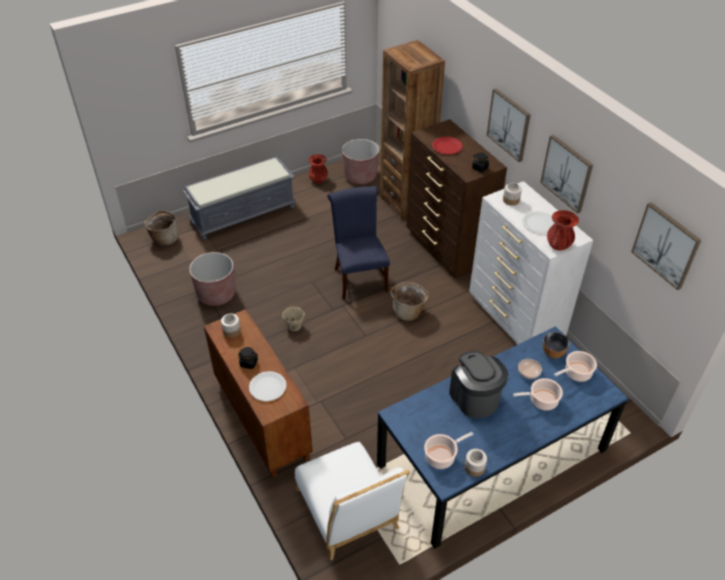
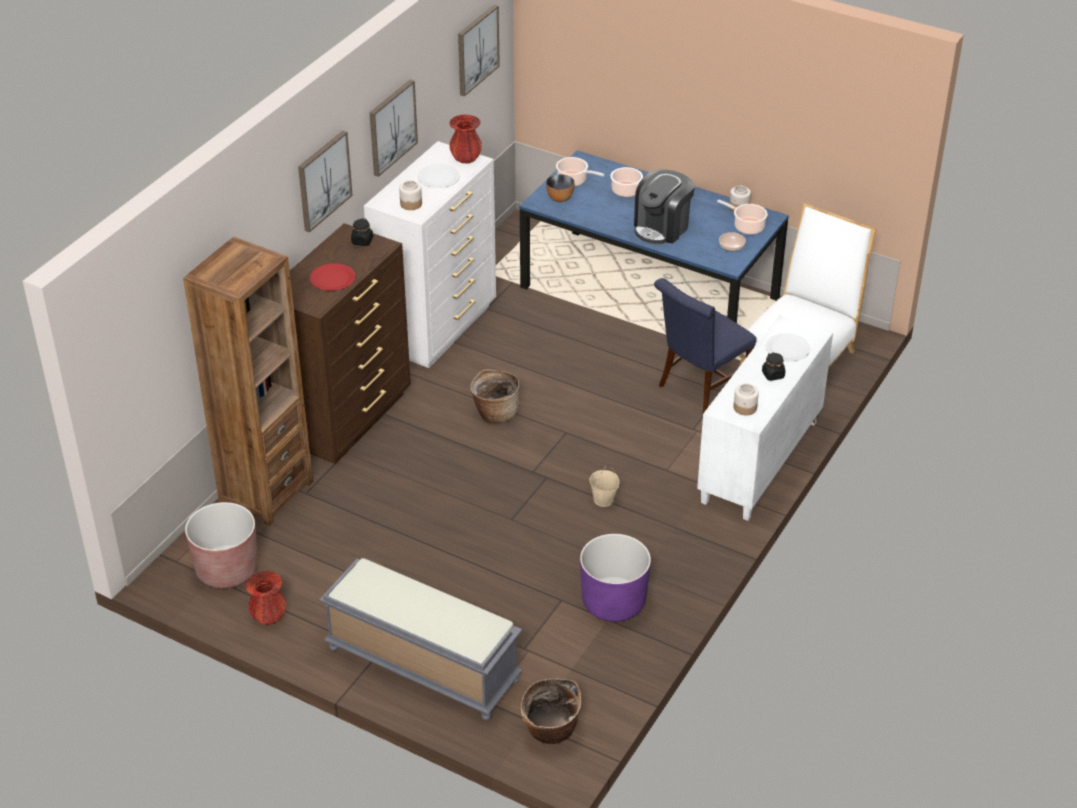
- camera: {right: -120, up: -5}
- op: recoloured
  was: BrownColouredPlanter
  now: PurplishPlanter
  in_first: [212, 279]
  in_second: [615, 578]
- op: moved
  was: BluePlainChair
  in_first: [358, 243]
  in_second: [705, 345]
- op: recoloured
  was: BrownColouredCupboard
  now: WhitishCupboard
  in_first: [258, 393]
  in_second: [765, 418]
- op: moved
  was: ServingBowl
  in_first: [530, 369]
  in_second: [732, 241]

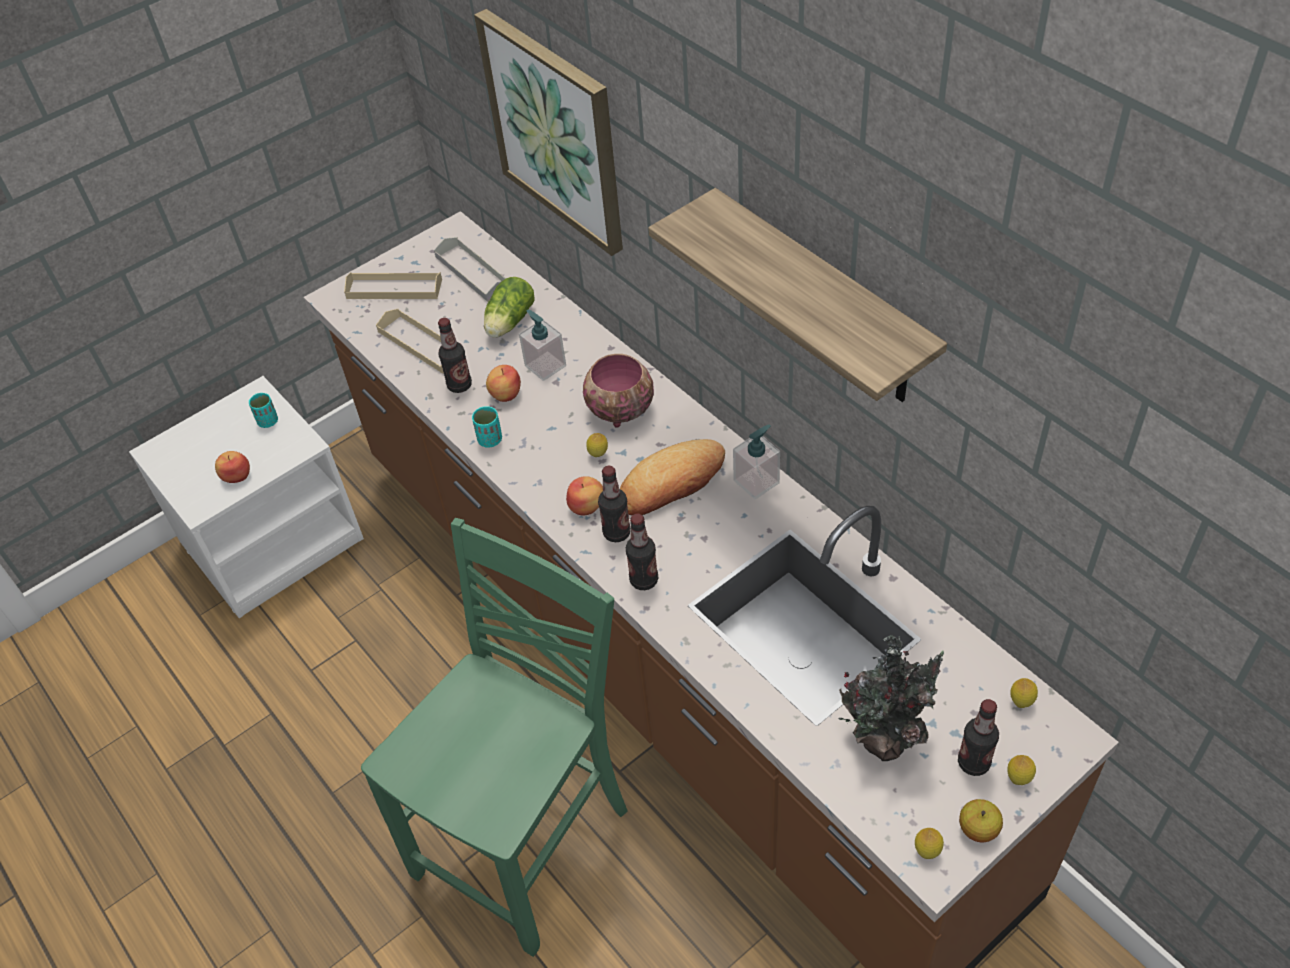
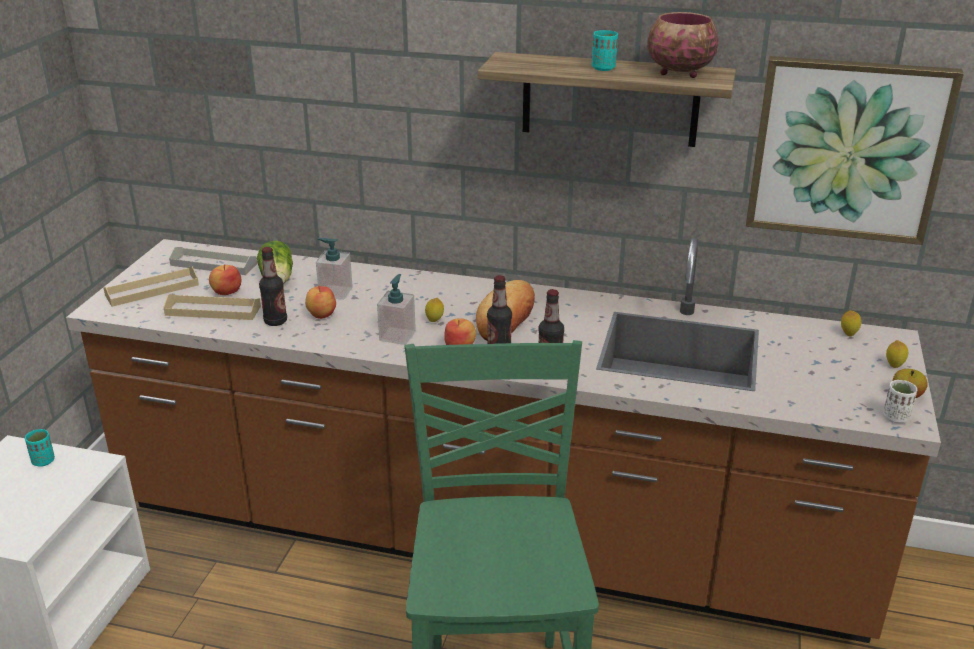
- camera: {right: -40, up: -20}
- op: moved
  was: WholeApple
  in_first: [232, 467]
  in_second: [225, 279]
- op: moved
  was: SoapDispenser
  in_first: [756, 462]
  in_second: [396, 309]
- op: moved
  was: TurquoiseColouredSmallCup
  in_first: [487, 427]
  in_second: [605, 50]
- op: moved
  was: ServingBowl
  in_first: [618, 391]
  in_second: [683, 45]
- op: moved
  was: WallArt
  in_first: [548, 132]
  in_second: [855, 150]
- op: replaced
  was: Lemon
  now: WhitishSmallCup
  in_first: [929, 843]
  in_second: [900, 402]
- op: removed
  was: PottedPlant
  in_first: [891, 698]
- op: removed
  was: DrinkBottle
  in_first: [978, 737]

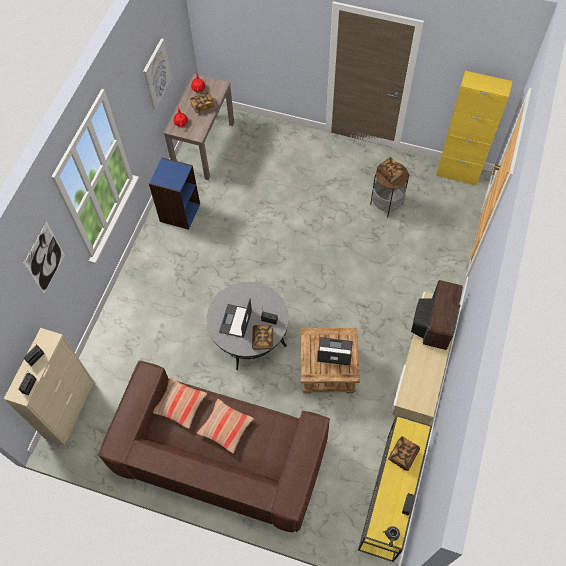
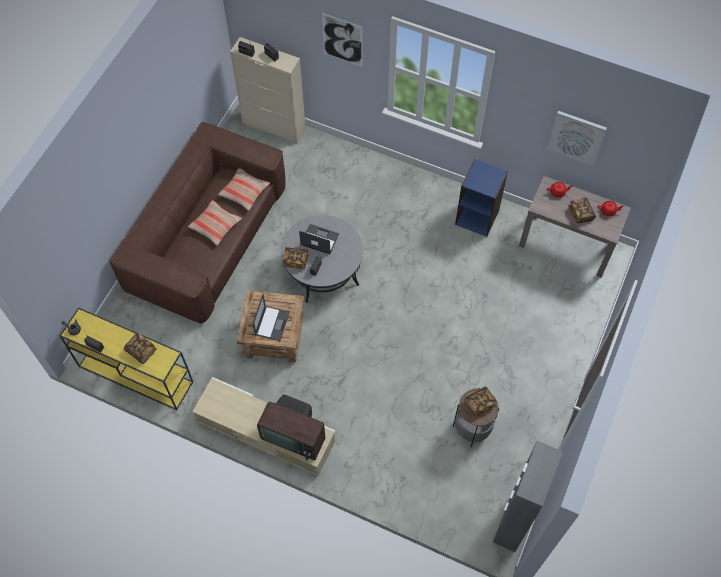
- camera: {right: 95, up: 0}
- op: recoloured
  was: YellowishCupboard
  now: GreyCupboard
  in_first: [474, 128]
  in_second: [528, 496]

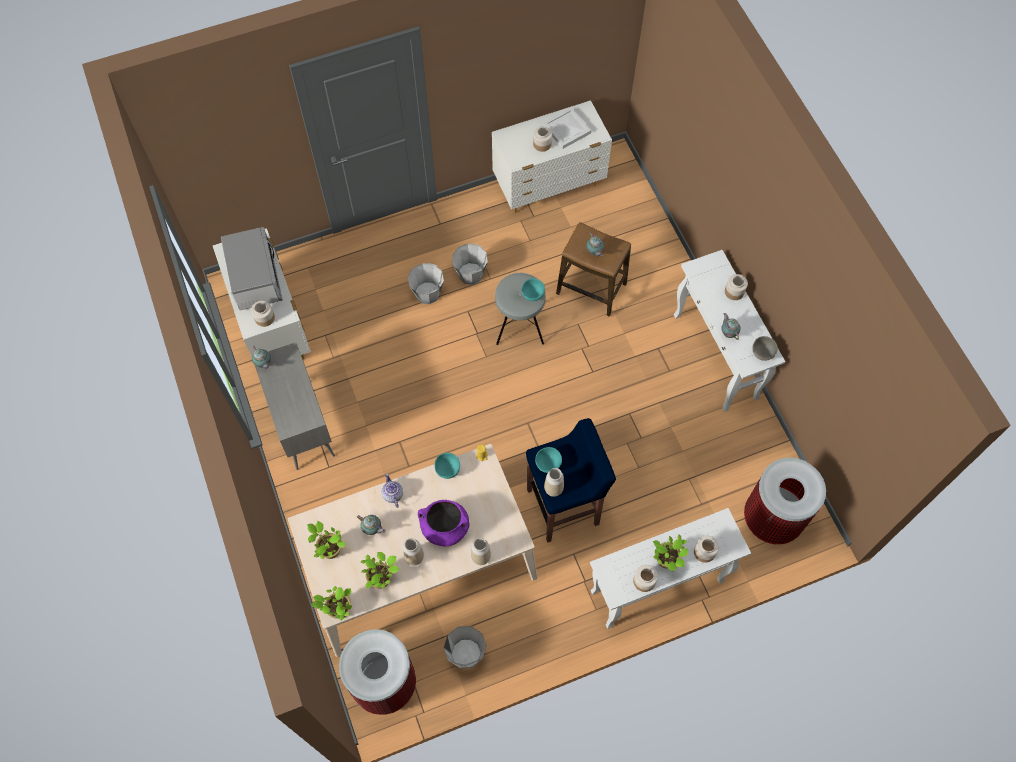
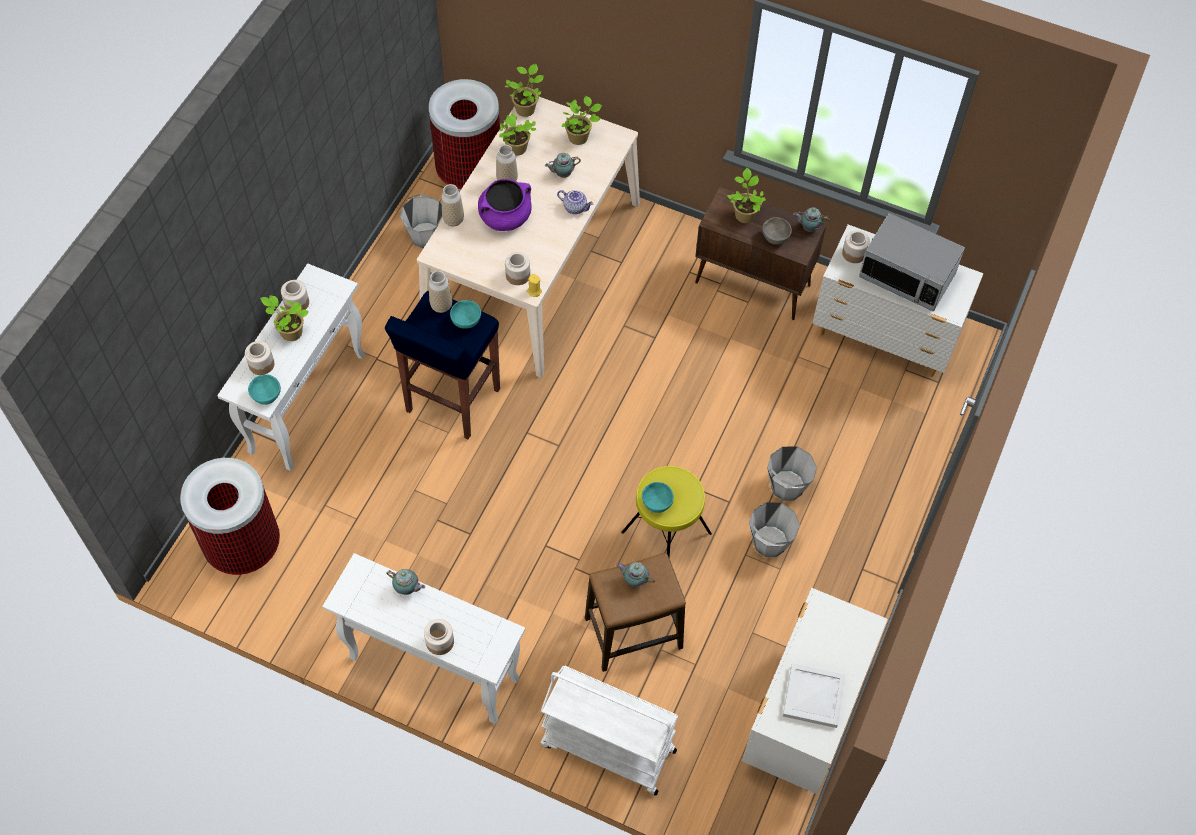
- camera: {right: 135, up: -5}
- op: moved
  was: TurquoiseColouredServingBowl
  in_first: [447, 466]
  in_second: [264, 389]
- op: moved
  was: Jar
  in_first: [542, 139]
  in_second: [517, 268]
- op: added
  now: WhitishCart
  in_second: [609, 730]
- op: recoloured
  was: GreySittingStool
  now: YellowishSittingStool
  in_first: [520, 309]
  in_second: [666, 512]
- op: recoloured
  was: GreyCupboard
  now: BrownColouredCupboard
  in_first: [295, 406]
  in_second: [760, 253]
- op: added
  now: PottedPlant
  in_second: [746, 195]
- op: moved
  was: GreyServingBowl
  in_first: [765, 348]
  in_second: [777, 231]

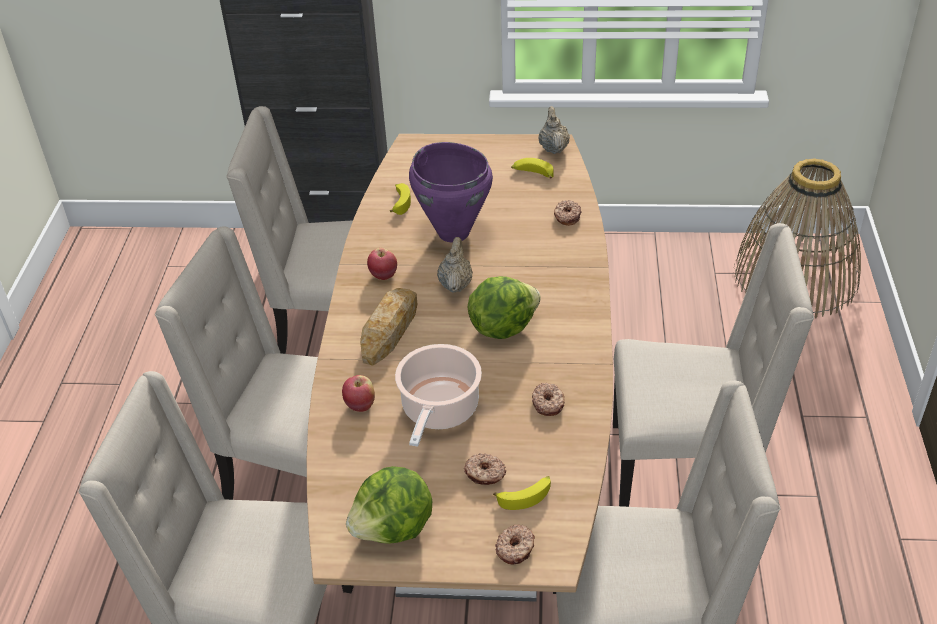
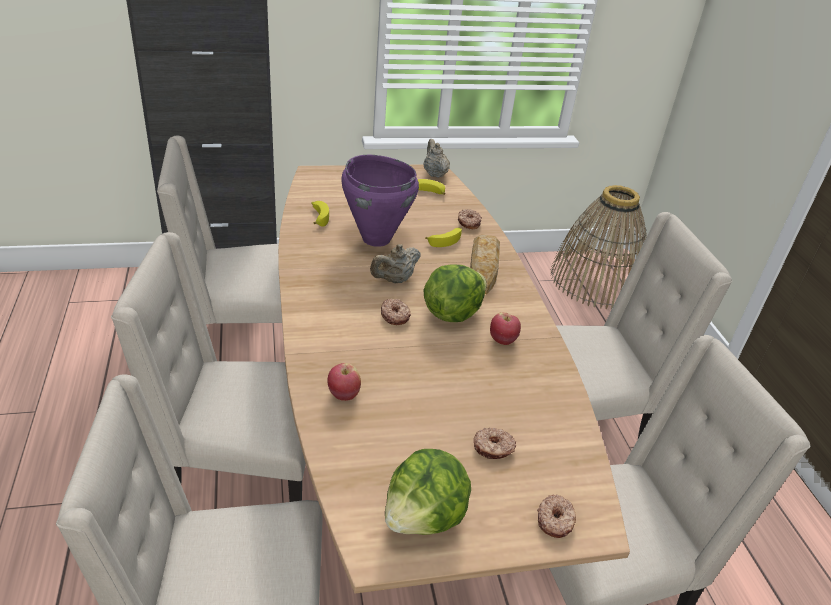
- camera: {right: -20, up: -5}
- op: turned
  was: SandColouredTeapot
  in_first: [455, 265]
  in_second: [395, 263]
  clockwise: -120
- op: moved
  was: RingDoughnut
  in_first: [548, 399]
  in_second: [396, 312]
- op: moved
  was: WholeBanana
  in_first: [522, 493]
  in_second: [443, 237]
- op: moved
  was: Bread
  in_first: [388, 327]
  in_second: [485, 264]
- op: moved
  was: WholeApple
  in_first: [382, 264]
  in_second: [505, 328]
- op: removed
  was: Stockpot
  in_first: [438, 395]

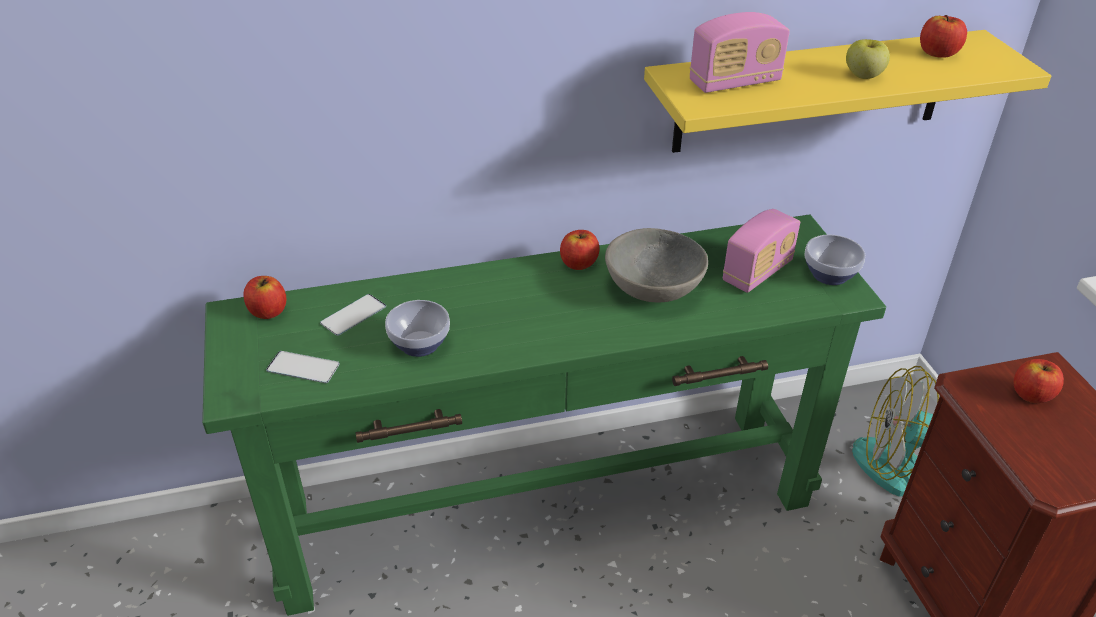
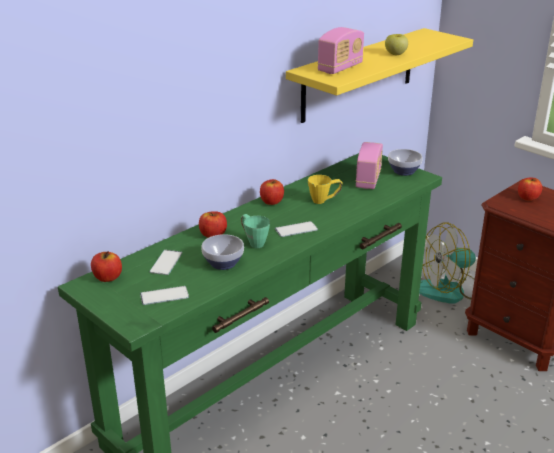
- camera: {right: -30, up: -10}
- op: moved
  was: WholeApple
  in_first: [943, 36]
  in_second: [213, 224]
- op: added
  now: GreenCoffeeMug
  in_second: [255, 231]
- op: added
  now: Telephone
  in_second: [296, 229]
- op: replaced
  was: GreyServingBowl
  now: YellowishCoffeeMug
  in_first: [656, 265]
  in_second: [325, 189]

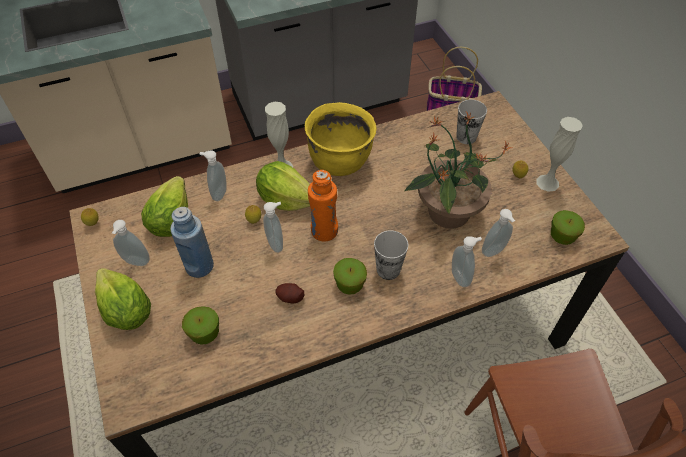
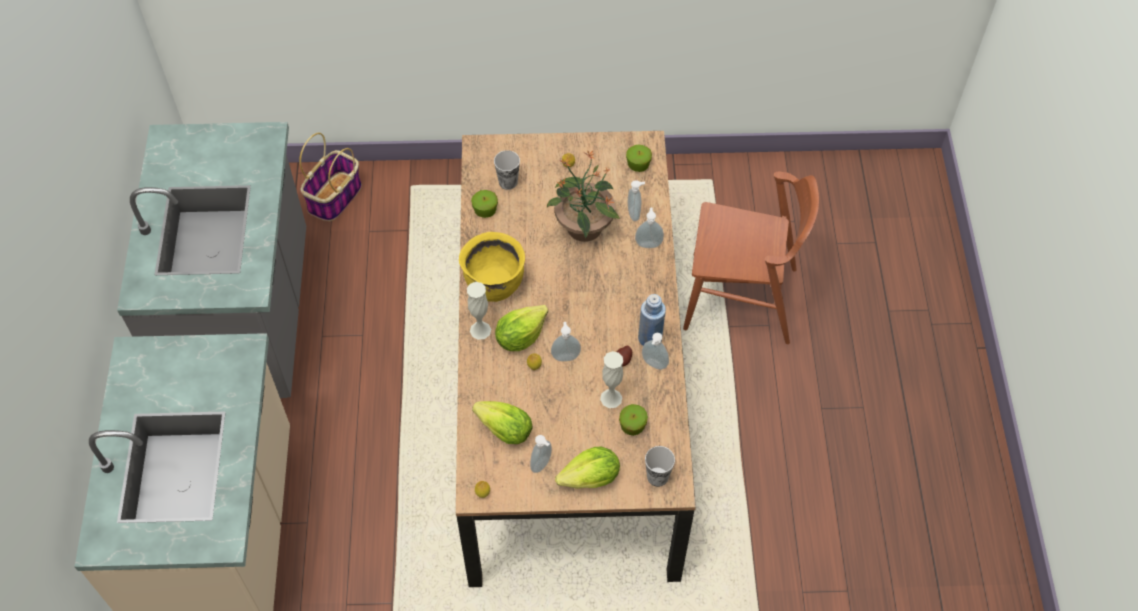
- camera: {right: -70, up: 5}
- op: moved
  was: WholeApple
  in_first: [350, 276]
  in_second: [484, 204]
- op: moved
  was: WhitishVase
  in_first: [559, 154]
  in_second: [611, 379]
- op: moved
  was: BlueDrinkBottle
  in_first: [192, 242]
  in_second: [652, 320]
- op: moved
  was: SoapDispenser
  in_first: [213, 175]
  in_second: [655, 351]
- op: moved
  was: SmallCup
  in_first: [391, 255]
  in_second: [660, 466]
- op: removed
  was: OrangeyDrinkBottle
  in_first: [323, 205]

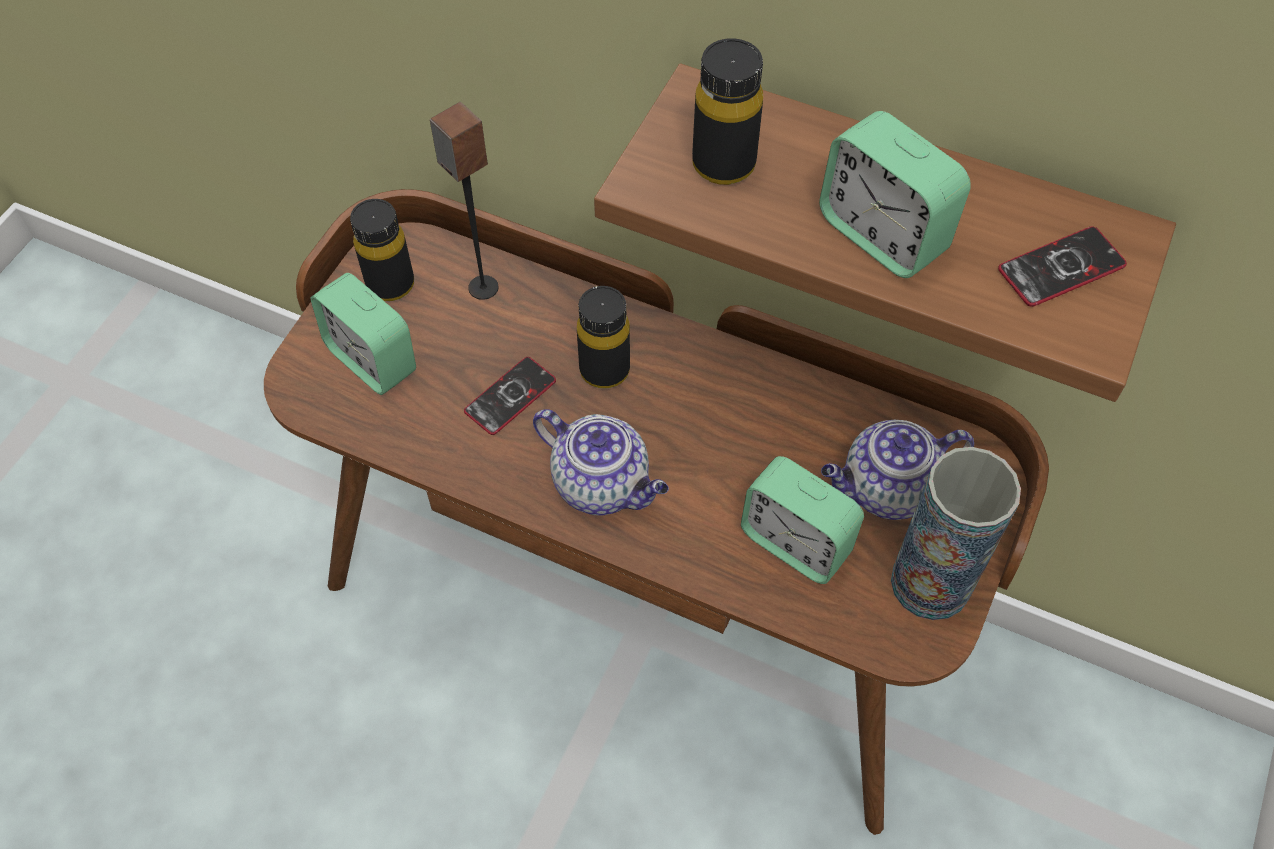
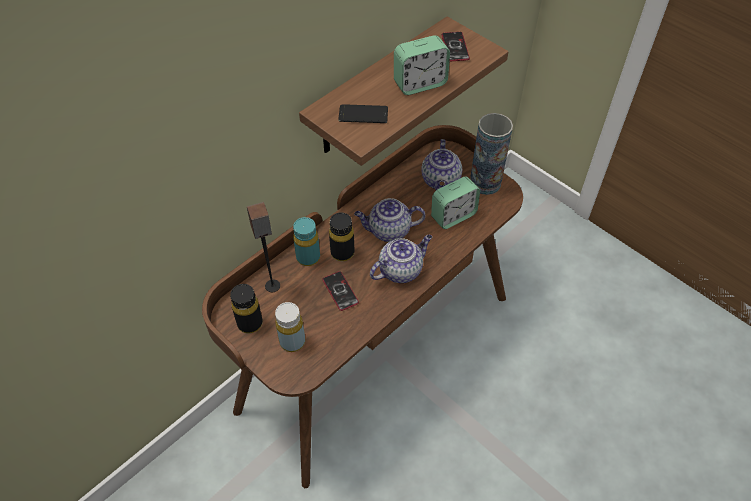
- camera: {right: -70, up: -5}
- op: replaced
  was: AlarmClock
  now: YellowishDrinkBottle
  in_first: [363, 334]
  in_second: [290, 327]
- op: added
  now: TurquoiseColouredDrinkBottle
  in_second: [306, 241]
- op: replaced
  was: BlackColouredDrinkBottle
  now: Telephone
  in_first: [727, 111]
  in_second: [363, 113]
- op: added
  now: Teapot
  in_second: [389, 220]

